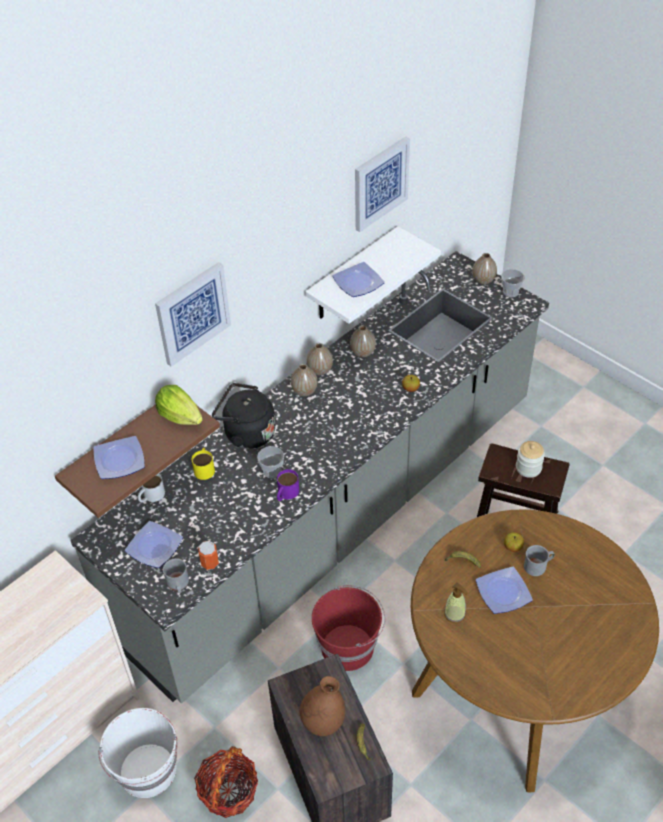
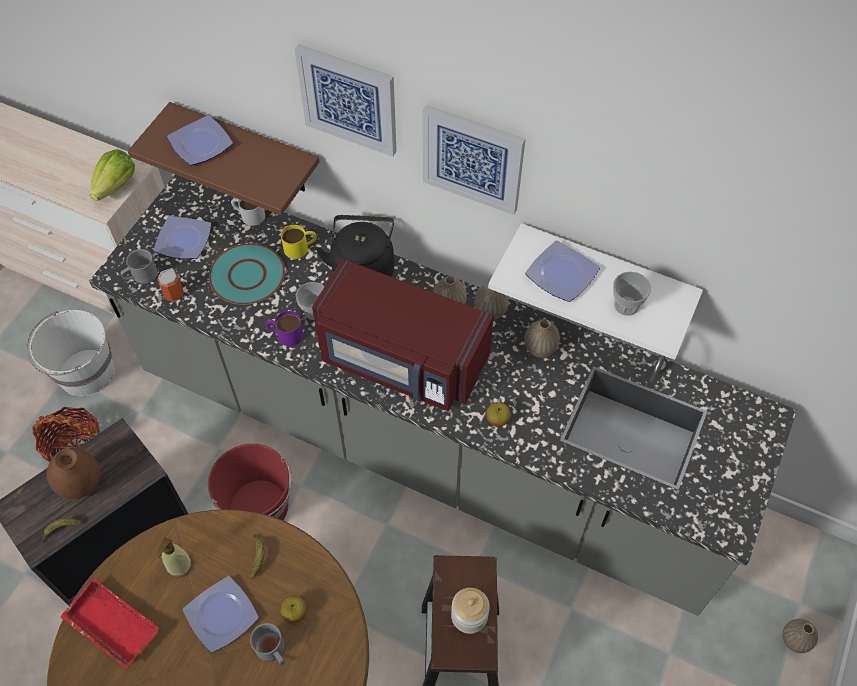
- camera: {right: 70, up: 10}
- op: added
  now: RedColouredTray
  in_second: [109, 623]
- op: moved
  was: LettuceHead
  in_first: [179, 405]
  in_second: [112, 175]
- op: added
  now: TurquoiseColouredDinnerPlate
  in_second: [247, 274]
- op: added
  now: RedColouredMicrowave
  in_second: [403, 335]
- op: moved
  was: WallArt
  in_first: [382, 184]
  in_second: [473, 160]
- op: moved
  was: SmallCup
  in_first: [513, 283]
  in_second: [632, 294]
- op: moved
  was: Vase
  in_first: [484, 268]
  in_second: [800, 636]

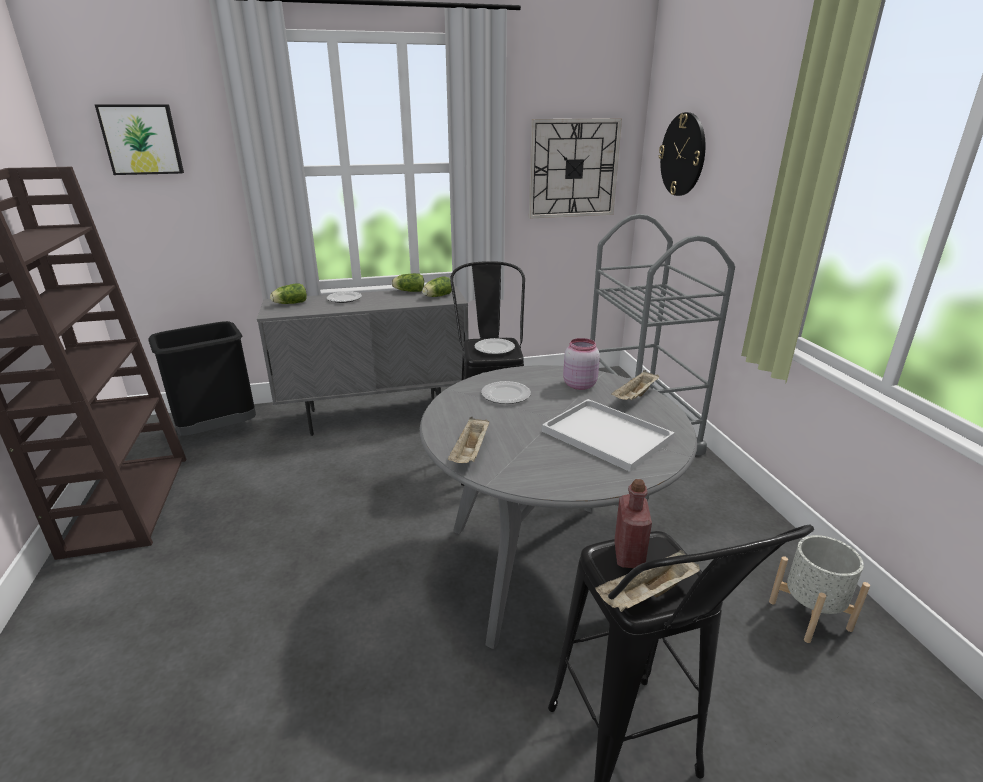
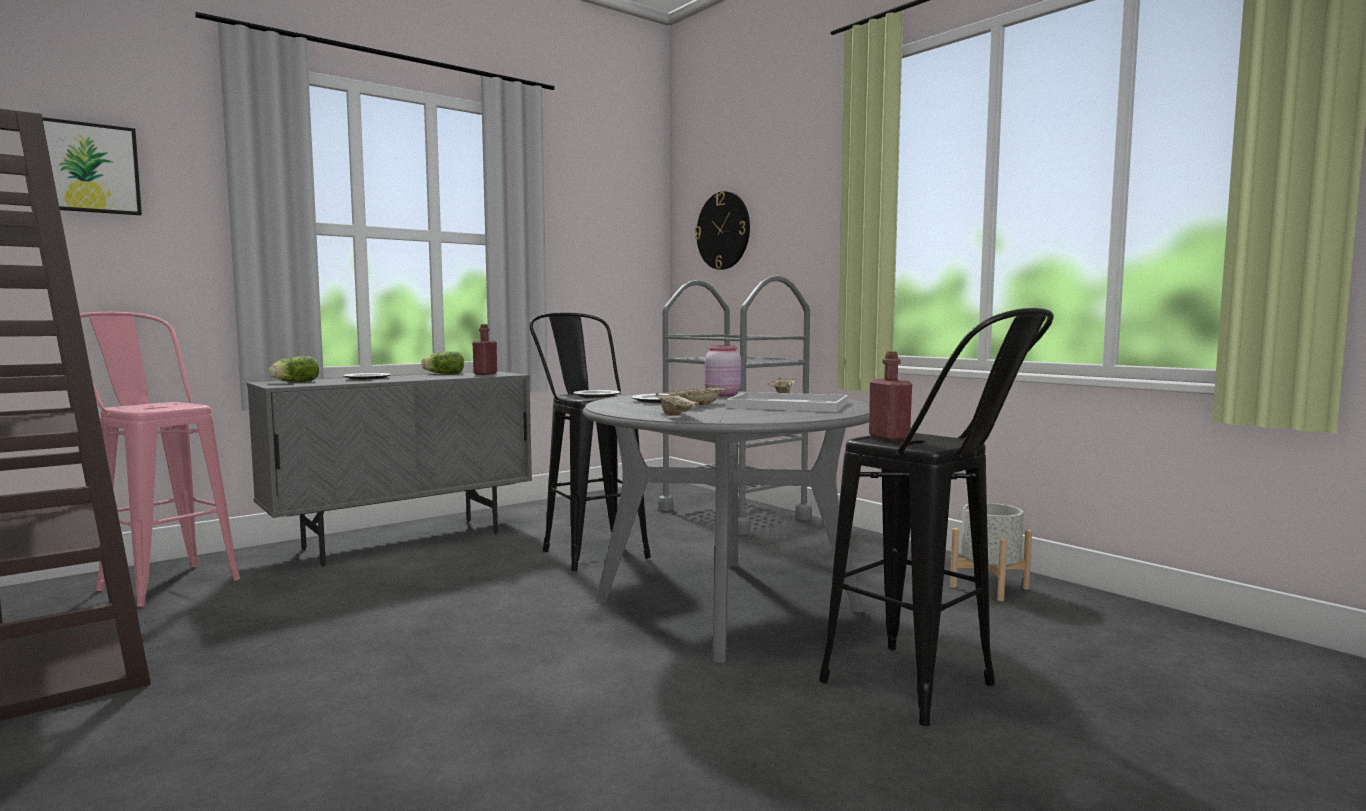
- camera: {right: -25, up: -20}
- op: replaced
  was: BlackColouredWasteBin
  now: PinkSittingStool
  in_first: [202, 378]
  in_second: [160, 459]
- op: replaced
  was: LettuceHead
  now: RedColouredDrinkBottle
  in_first: [437, 286]
  in_second: [485, 349]
- op: moved
  was: SandColouredTray
  in_first: [647, 581]
  in_second: [696, 395]
- op: removed
  was: ClockOnTheWall
  in_first: [575, 168]

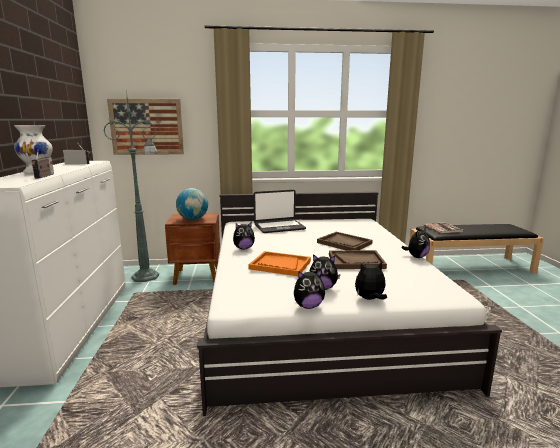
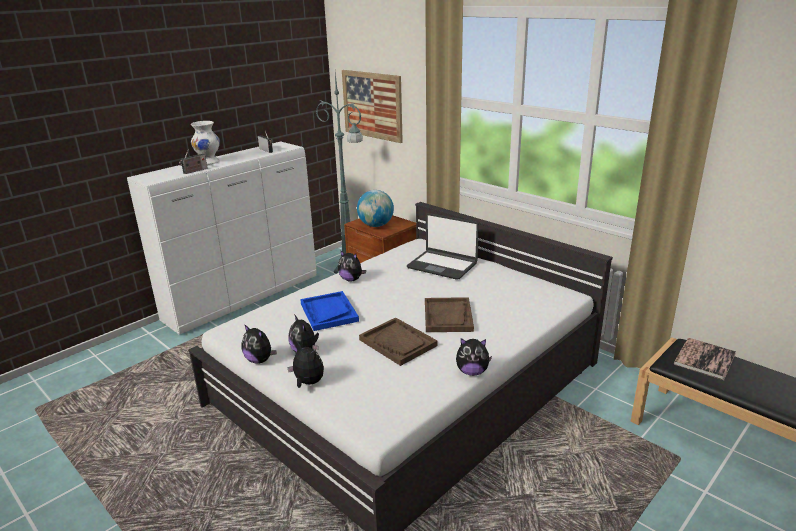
- camera: {right: 50, up: 10}
- op: recoloured
  was: OrangeyTray
  now: BlueTray
  in_first: [279, 263]
  in_second: [329, 311]

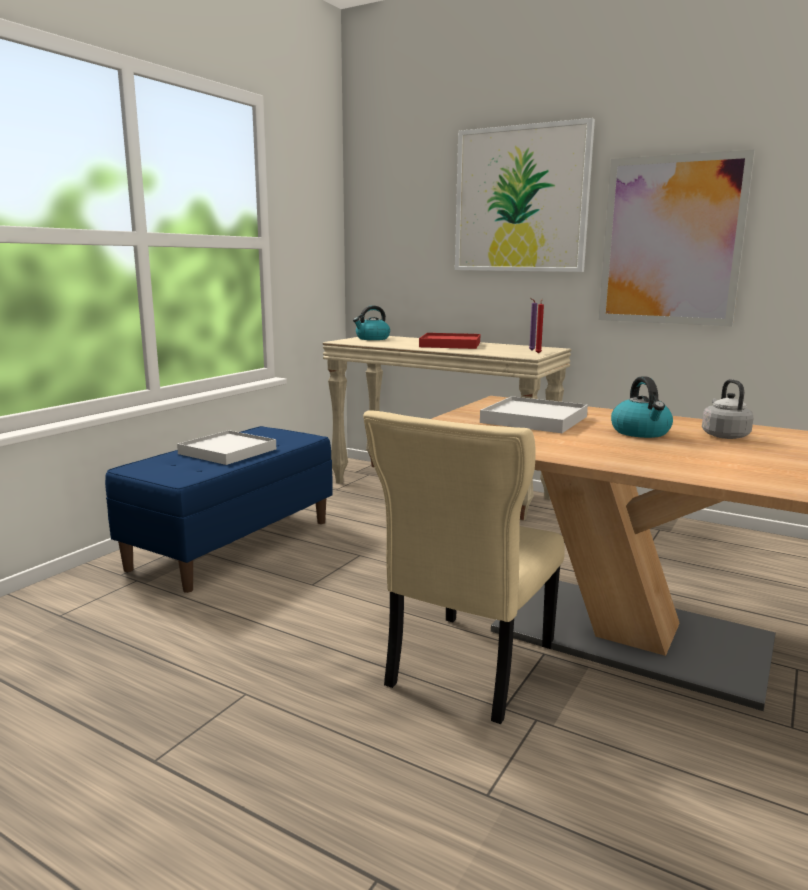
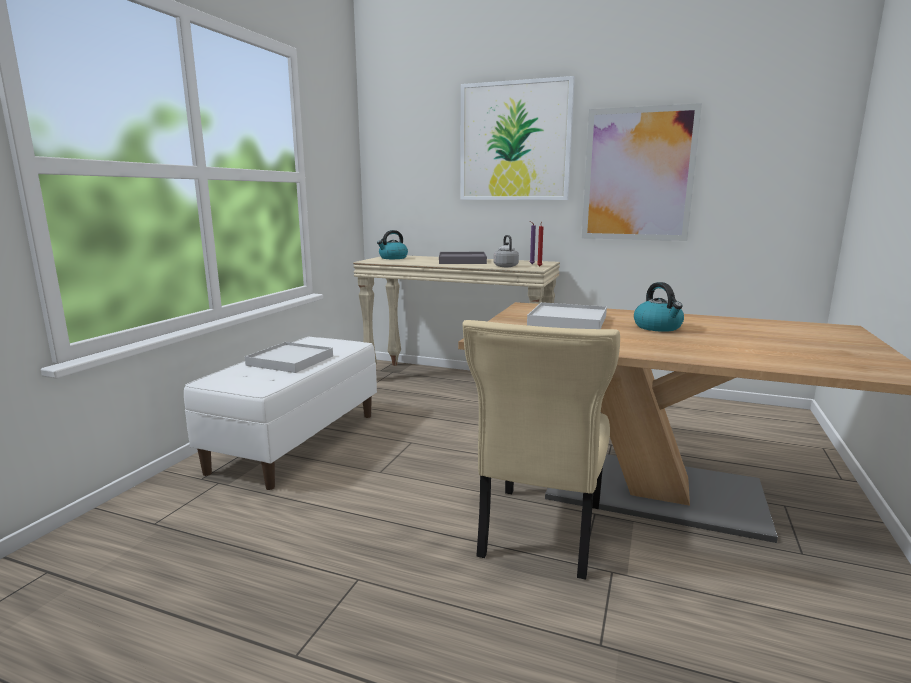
- camera: {right: -10, up: 0}
- op: recoloured
  was: BlueBench
  now: WhitishBench
  in_first: [219, 509]
  in_second: [280, 413]
- op: recoloured
  was: RedColouredTray
  now: GreyTray
  in_first: [449, 341]
  in_second: [463, 258]
- op: moved
  was: GreyKettle
  in_first: [728, 409]
  in_second: [506, 251]

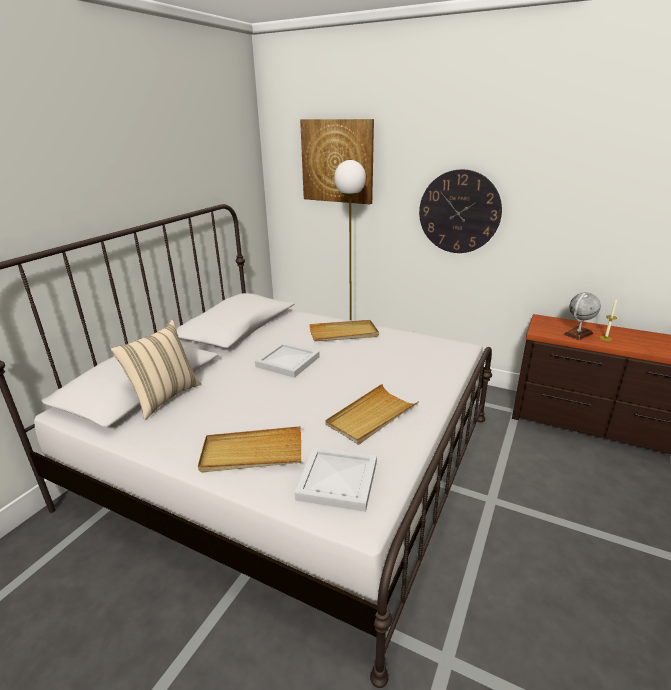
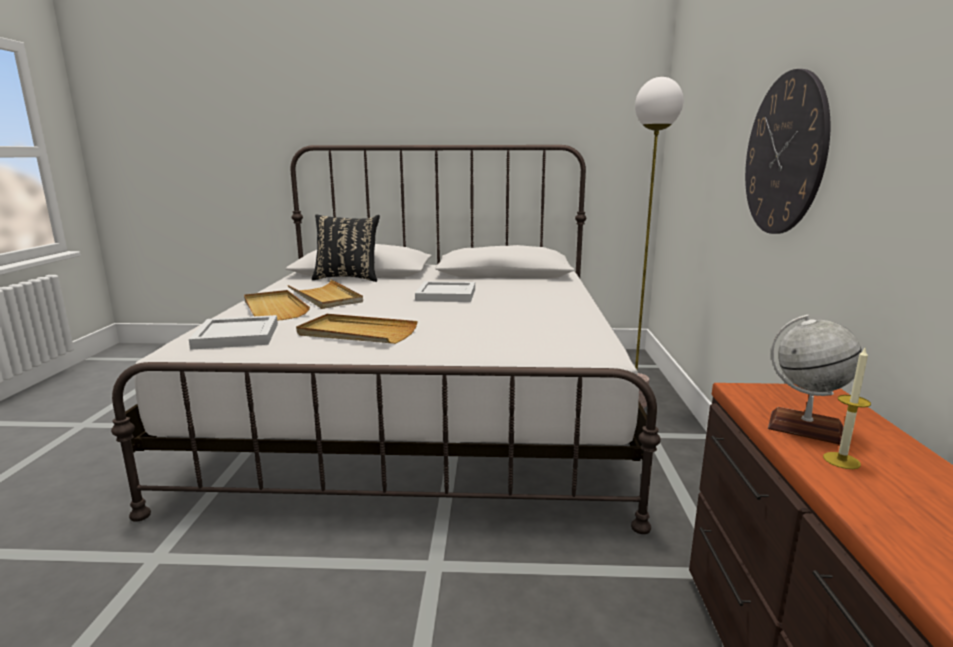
- camera: {right: 65, up: -10}
- op: moved
  was: SandColouredTray
  in_first: [344, 330]
  in_second: [325, 294]
- op: recoloured
  was: SandColouredCushion
  now: BlackColouredCushion
  in_first: [156, 370]
  in_second: [346, 248]
- op: removed
  was: WallArt
  in_first: [337, 161]

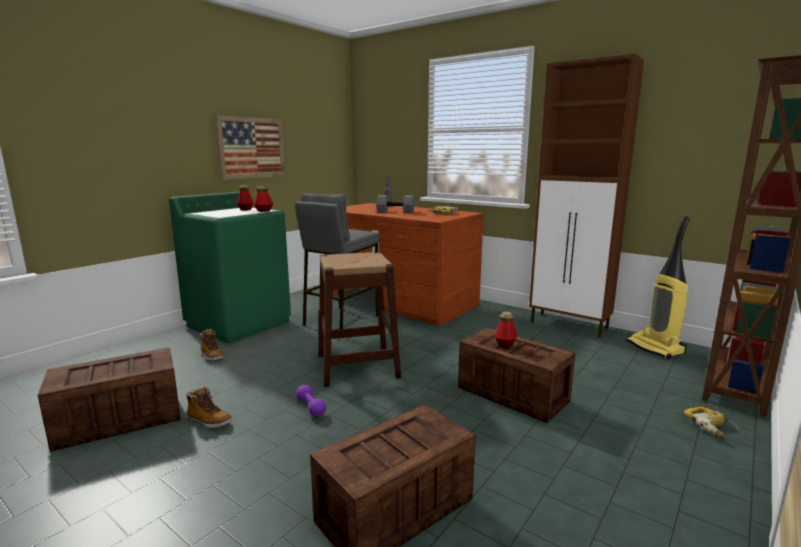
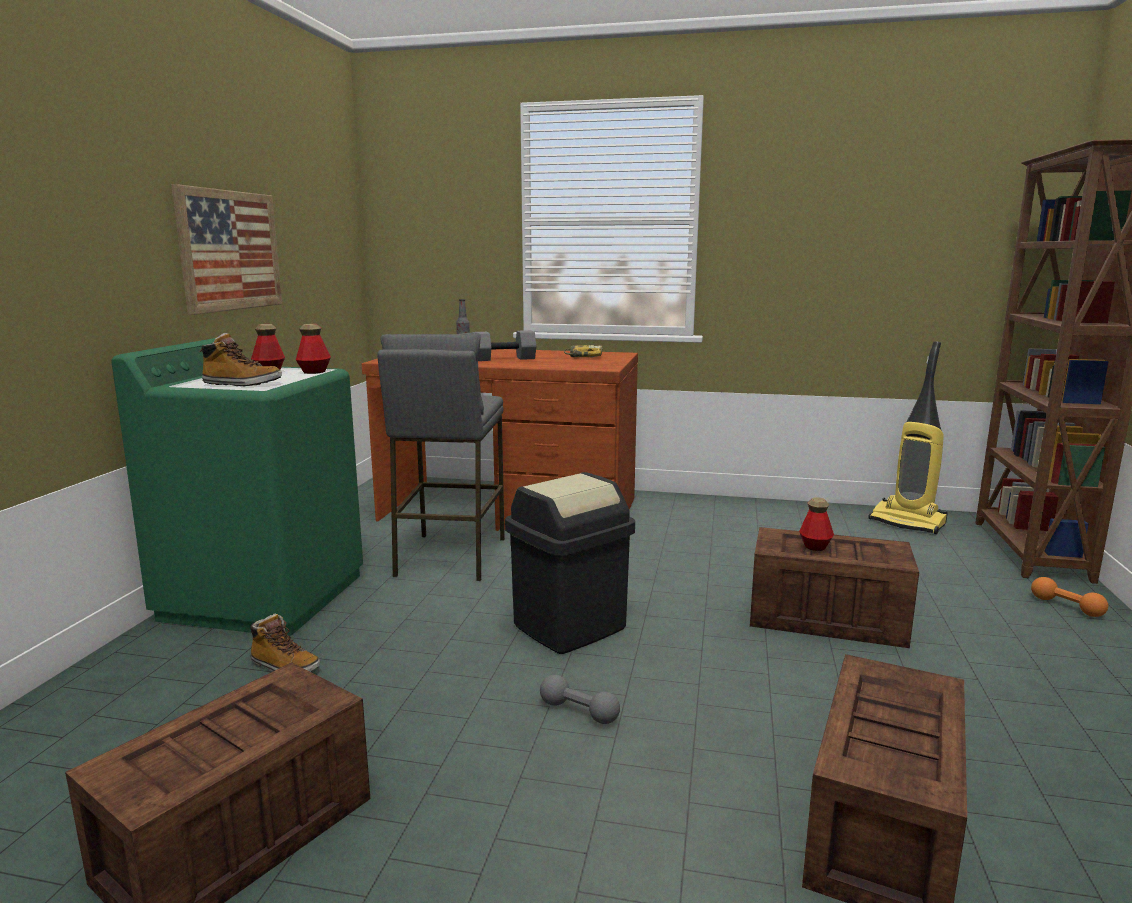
- camera: {right: -25, up: 0}
- op: moved
  was: HighTopBoot
  in_first: [209, 407]
  in_second: [241, 359]
- op: replaced
  was: BrownColouredSittingStool
  now: BlackColouredWasteBin
  in_first: [359, 319]
  in_second: [570, 563]
- op: recoloured
  was: PurplishDumbbell
  now: GreyDumbbell
  in_first: [311, 401]
  in_second: [580, 699]
- op: replaced
  was: Drill
  now: OrangeyDumbbell
  in_first: [711, 421]
  in_second: [1069, 597]
- op: removed
  was: BrownColouredCupboard
  in_first: [586, 195]

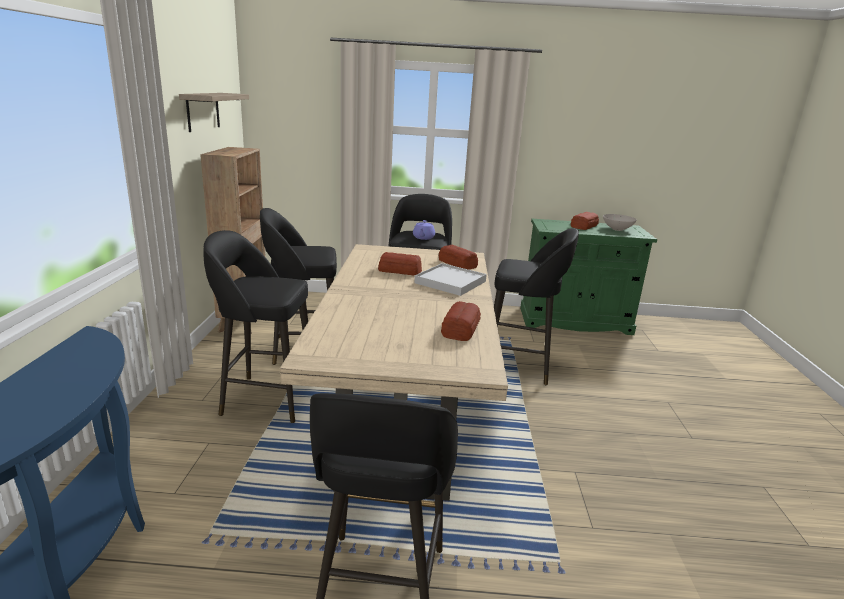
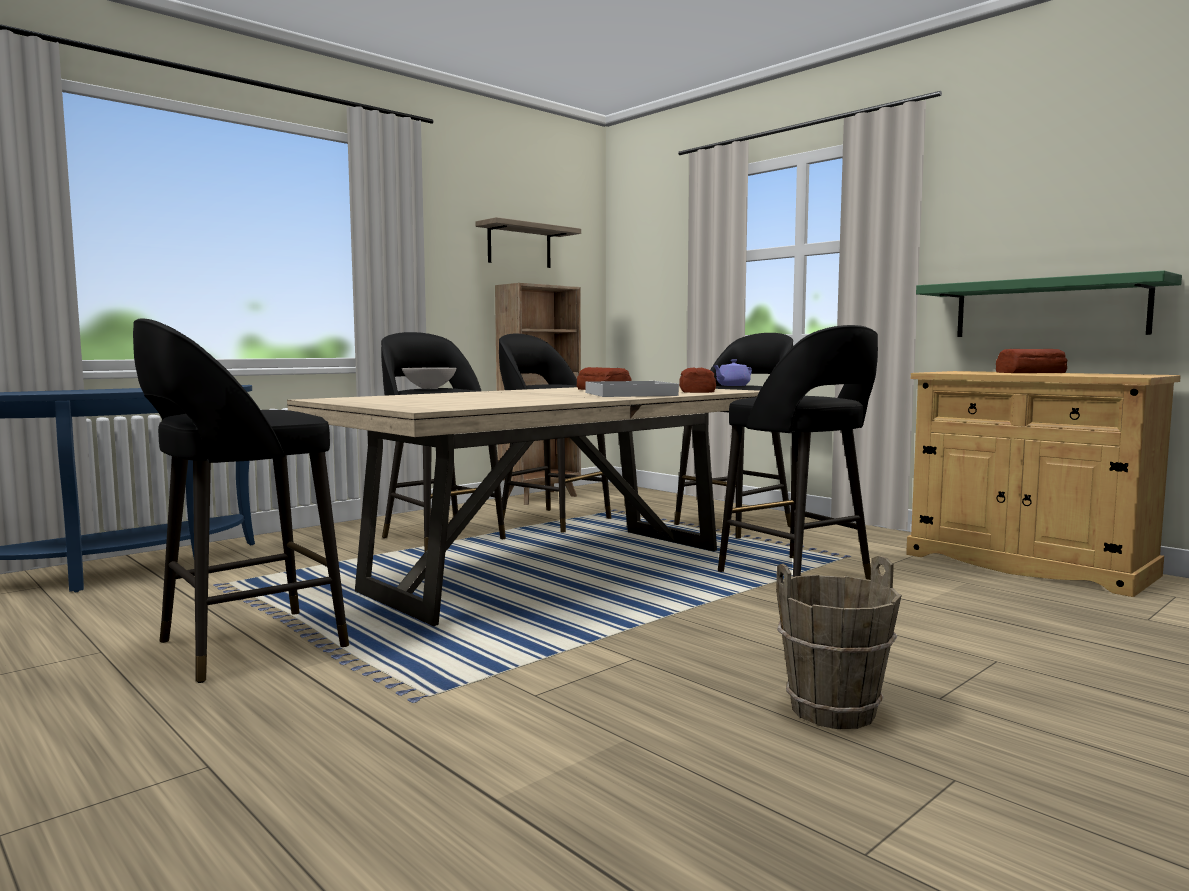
- camera: {right: 45, up: -15}
- op: moved
  was: WhitishServingBowl
  in_first: [620, 222]
  in_second: [429, 378]
- op: added
  now: BrownColouredWaterBucket
  in_second: [838, 642]
- op: recoloured
  was: GreenCupboard
  now: SandColouredCupboard
  in_first: [588, 277]
  in_second: [1043, 484]
- op: added
  now: GreenShelf
  in_second: [1049, 303]
- op: removed
  was: Bread
  in_first: [461, 321]

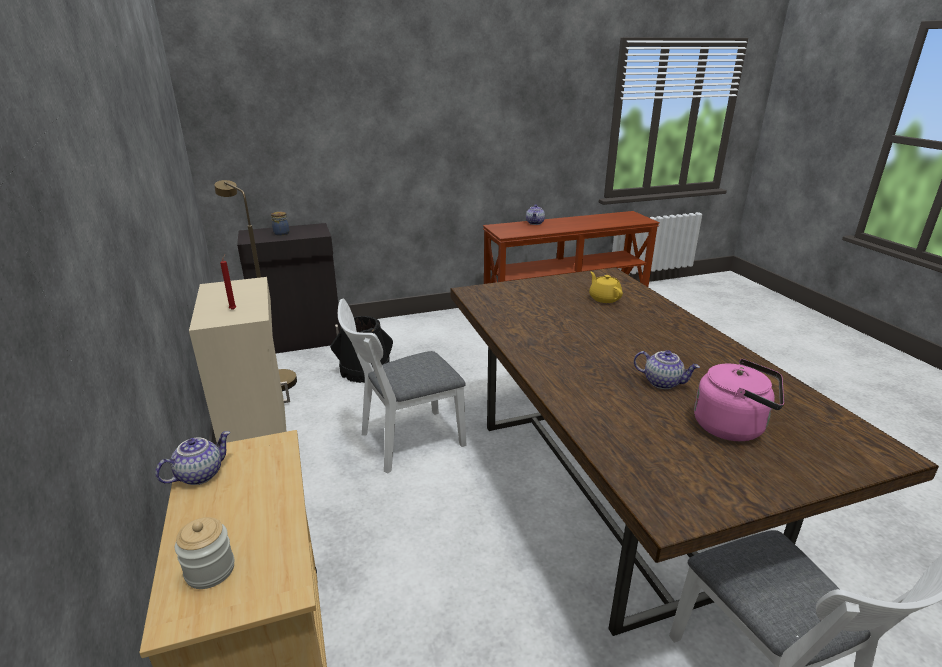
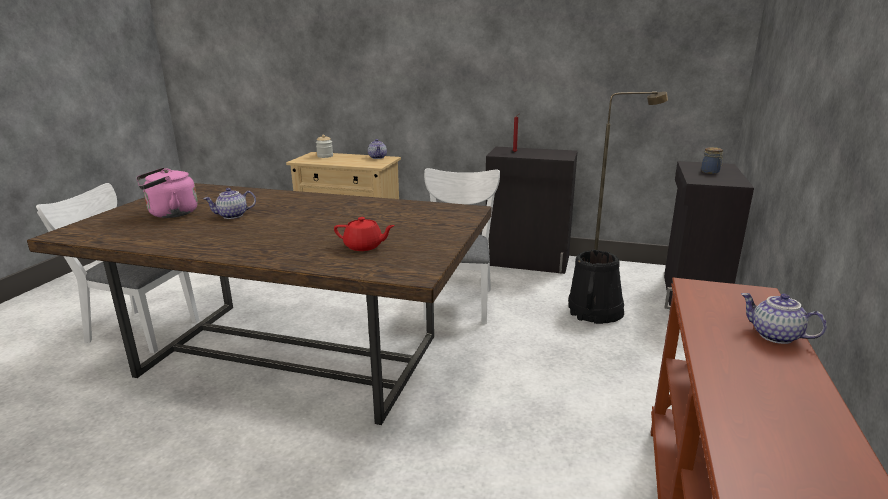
- camera: {right: 125, up: -5}
- op: recoloured
  was: YellowishTeapot
  now: RedColouredTeapot
  in_first: [606, 287]
  in_second: [364, 234]
- op: recoloured
  was: SandColouredCupboard
  now: BlackColouredCupboard
  in_first: [239, 360]
  in_second: [532, 210]

